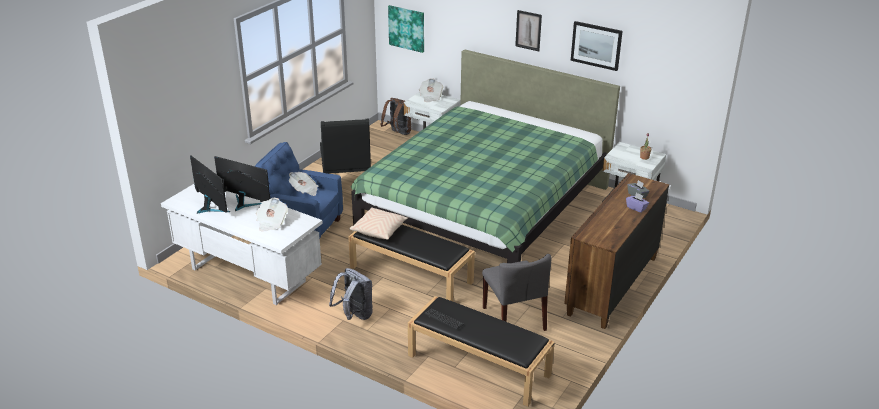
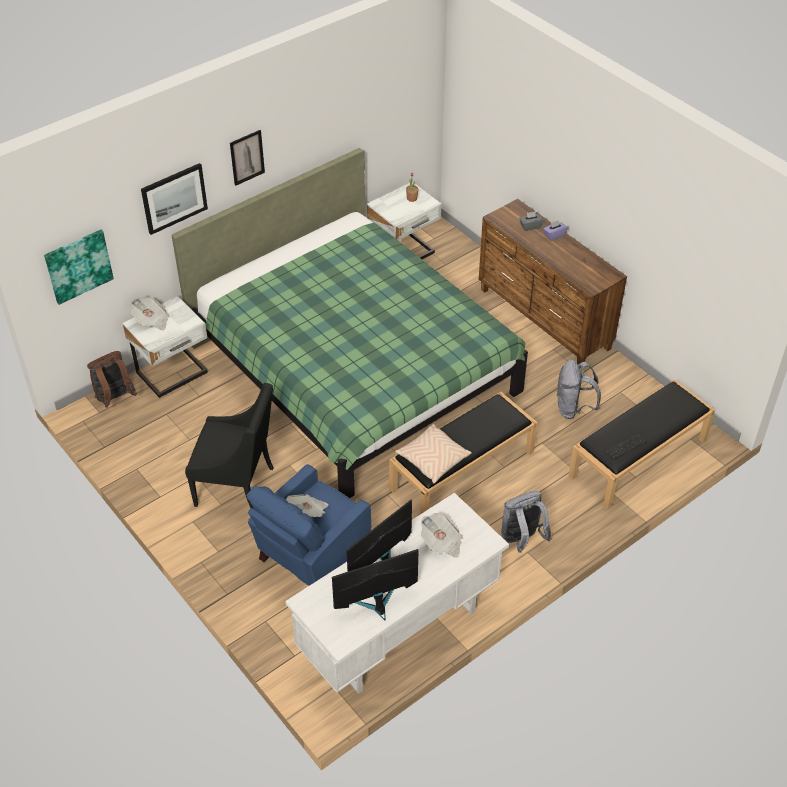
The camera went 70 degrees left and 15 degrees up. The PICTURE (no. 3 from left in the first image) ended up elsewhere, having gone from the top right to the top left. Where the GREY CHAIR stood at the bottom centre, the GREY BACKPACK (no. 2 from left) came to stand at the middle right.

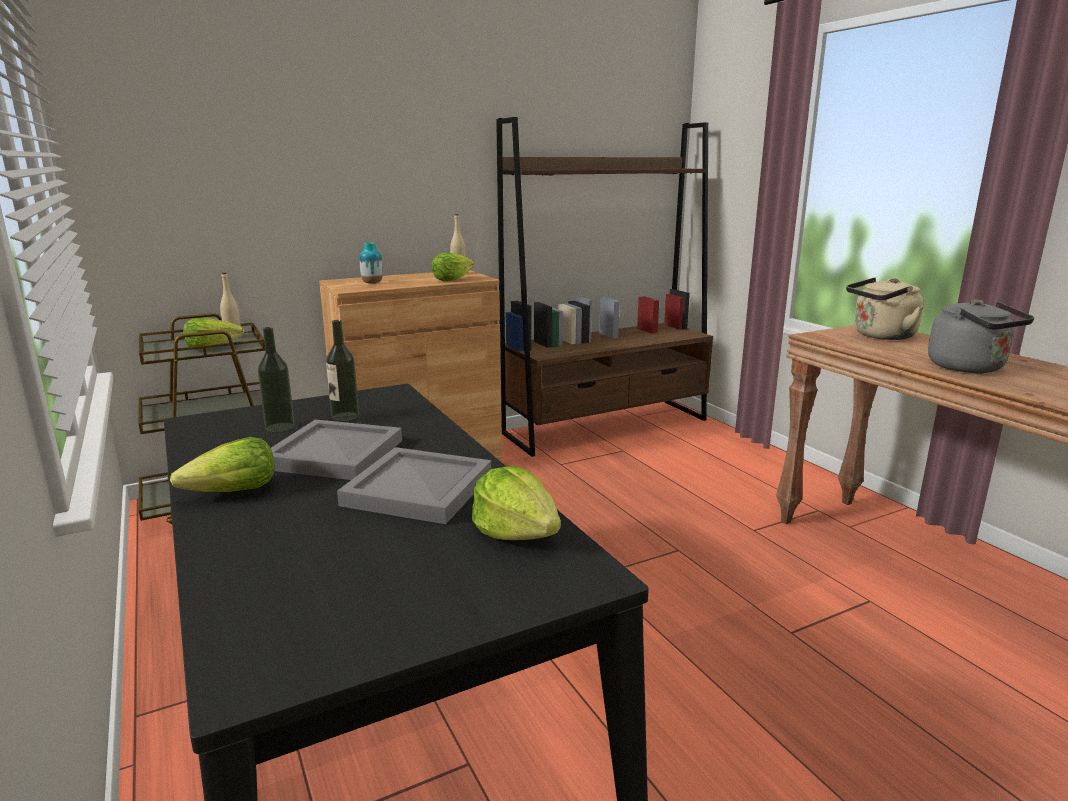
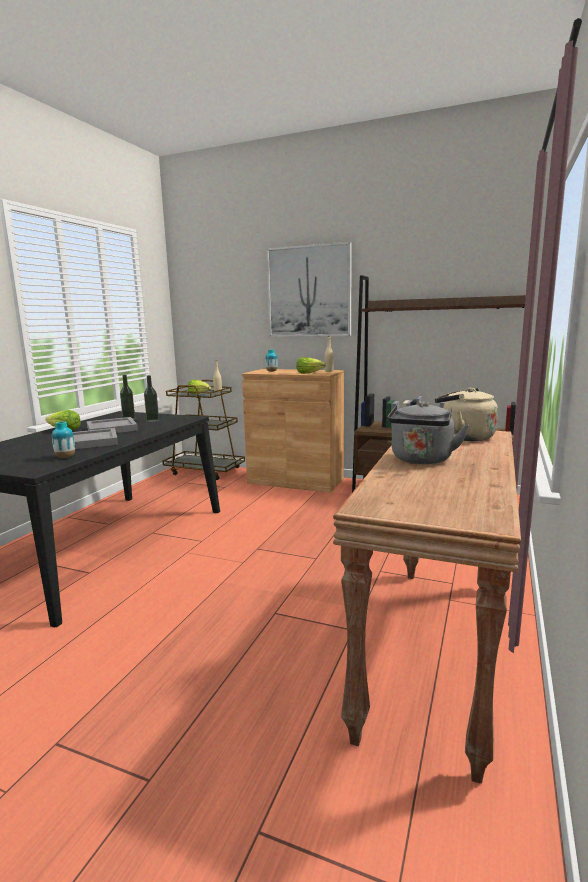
The camera went 50 degrees right and 5 degrees down. The second view gained the PICTURE at the top centre. Where the LETTUCE (no. 4 from left) stood at the centre, the VASE (no. 1 from left) came to stand at the middle left.

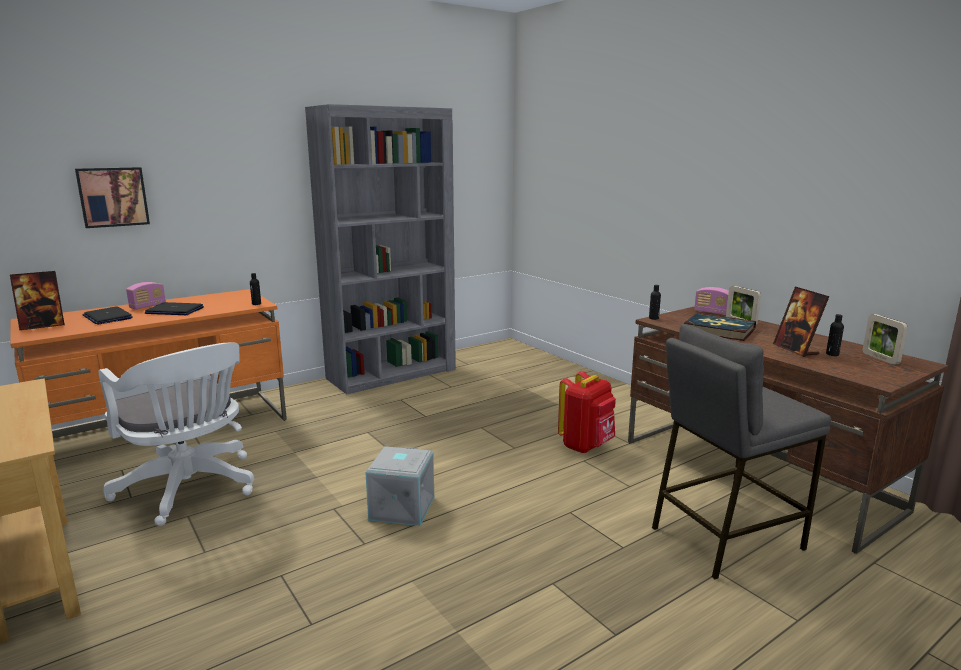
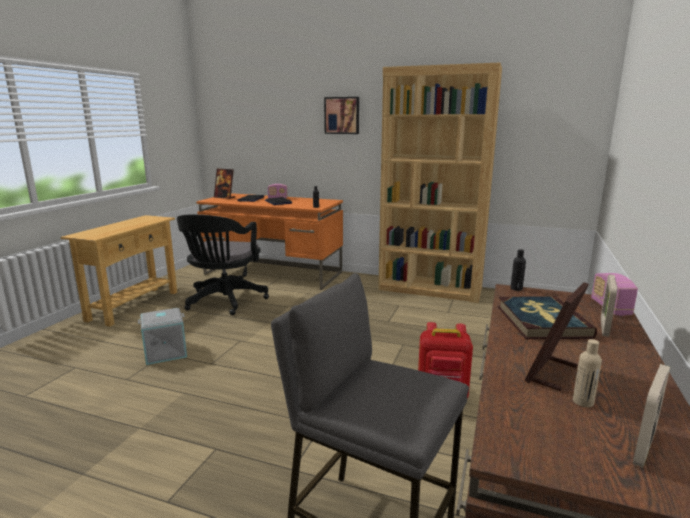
The camera went 55 degrees right and 0 degrees up. The PICTURE ended up elsewhere, having gone from the top left to the top centre. The GREY STORAGE BOX ended up elsewhere, having gone from the bottom centre to the middle left. What was the WHITE OFFICE CHAIR at the middle left turned into the BLACK OFFICE CHAIR at the middle left. What was the GREY BOOKCASE at the centre turned into the BROWN BOOKCASE at the centre. What was the BLACK BOTTLE (no. 3 from left) at the middle right turned into the BEIGE BOTTLE at the bottom right.

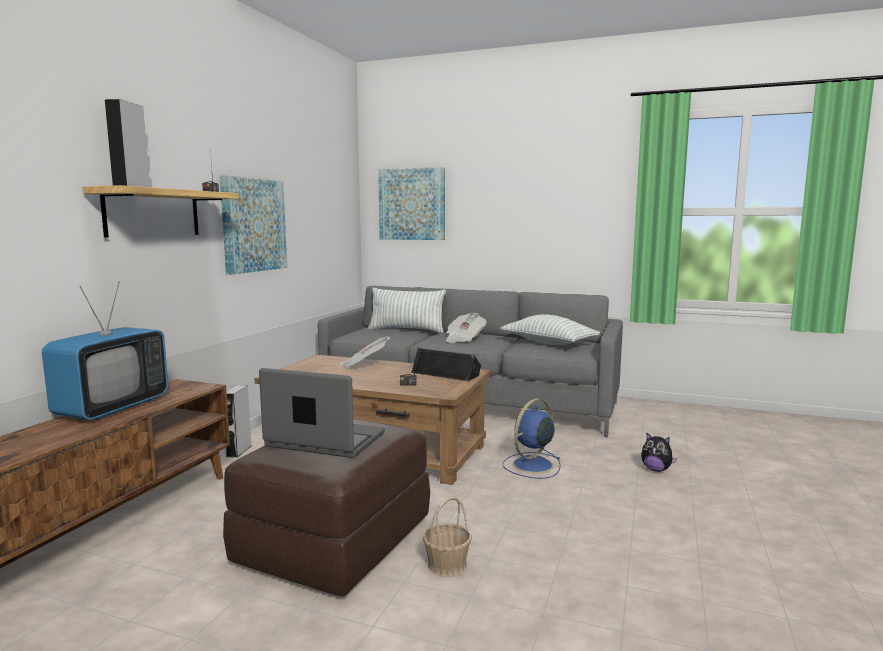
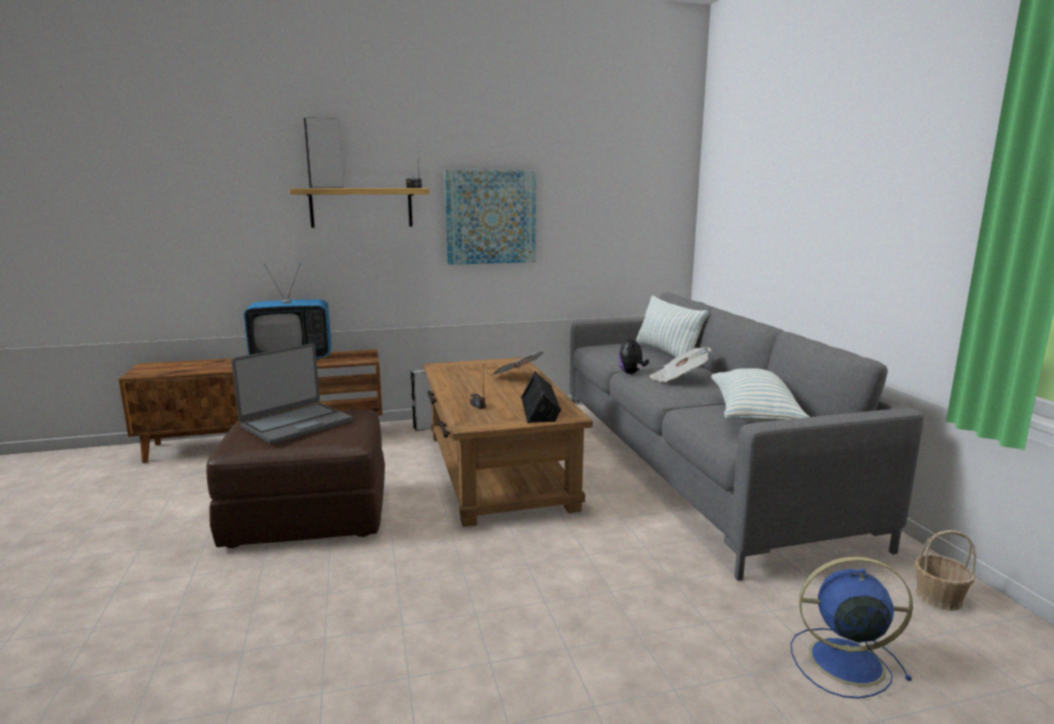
The camera went 55 degrees right and 5 degrees up. The second view lost the PICTURE (no. 2 from left) at the top centre. The BASKET ended up elsewhere, having gone from the bottom centre to the bottom right. The BLUE FAN ended up elsewhere, having gone from the bottom centre to the bottom right. The PLUSH TOY ended up elsewhere, having gone from the bottom right to the centre. The LAPTOP at the centre ended up facing another way, 60 degrees clockwise from before.

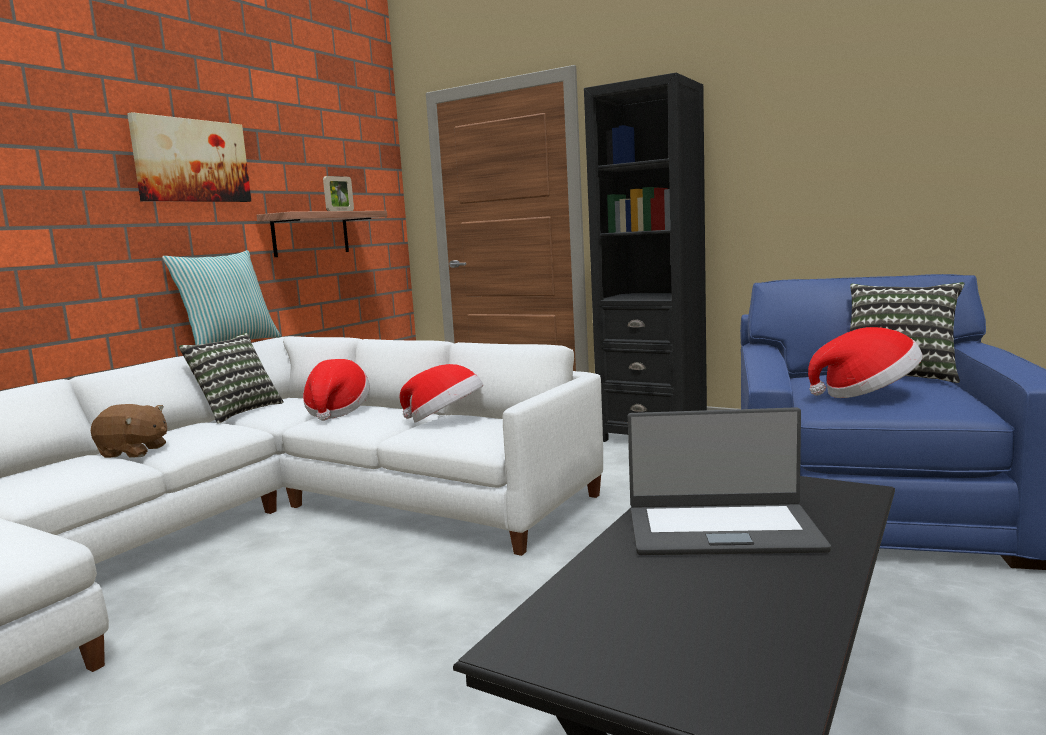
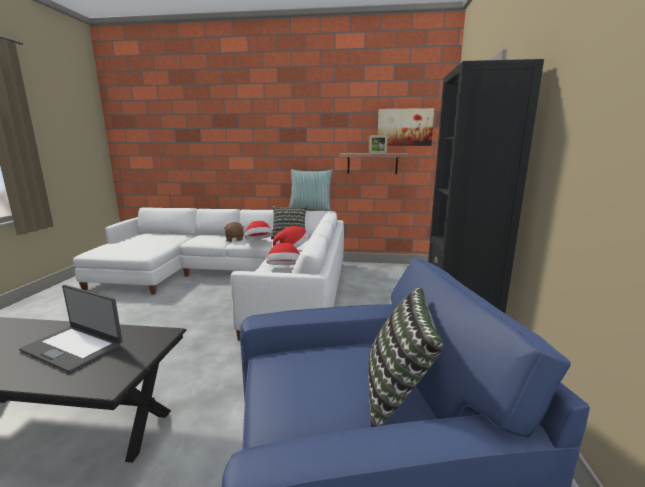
The camera went 65 degrees right and 5 degrees up. The PICTURE ended up elsewhere, having gone from the top left to the top centre. The HAT (no. 3 from left in the first image) ended up elsewhere, having gone from the middle right to the centre. The LAPTOP at the middle right ended up facing another way, 45 degrees counterclockwise from before.

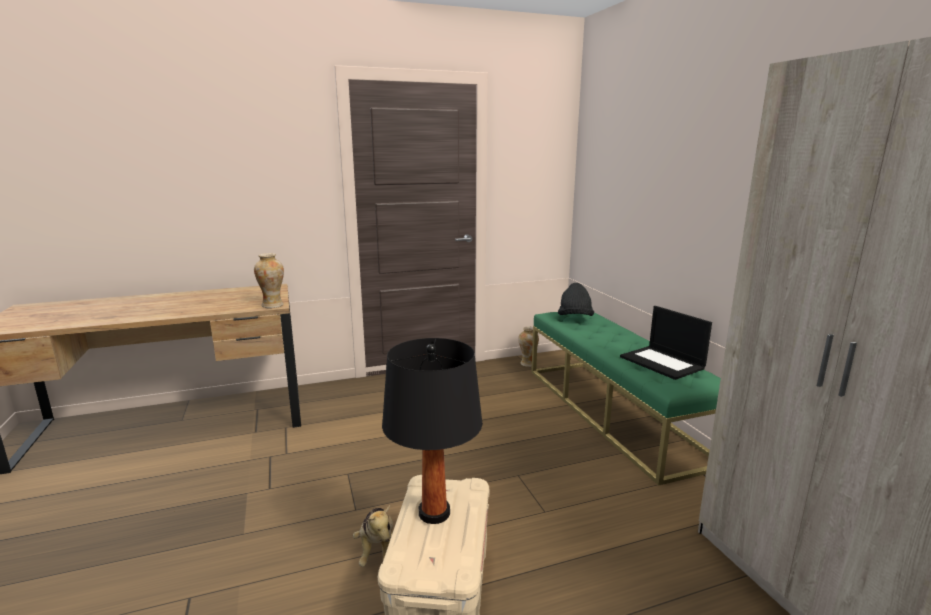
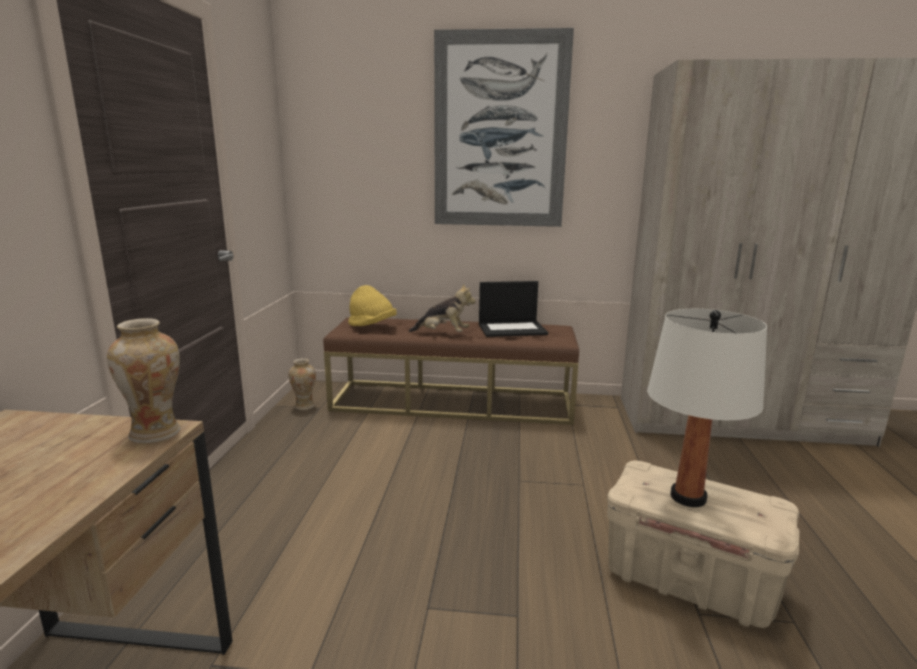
The camera went 65 degrees left and 0 degrees up. The second view gained the PICTURE at the top centre. The PLUSH TOY ended up elsewhere, having gone from the bottom centre to the centre. What was the BLACK TABLE LAMP at the bottom centre turned into the WHITE TABLE LAMP at the middle right. What was the GREEN BENCH at the middle right turned into the BROWN BENCH at the centre. What was the BLACK HAT at the centre turned into the YELLOW HAT at the centre.

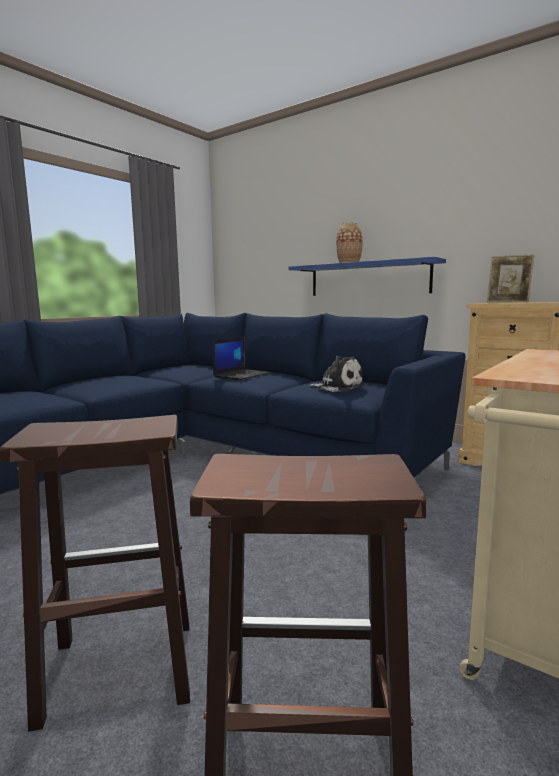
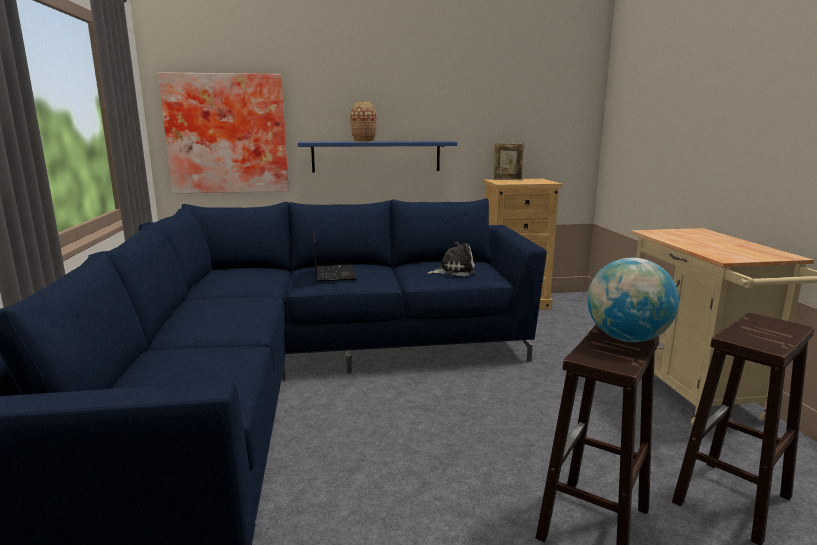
The camera went 45 degrees left and 5 degrees up. The second view gained the PICTURE at the top left. The second view gained the GLOBE at the middle right.

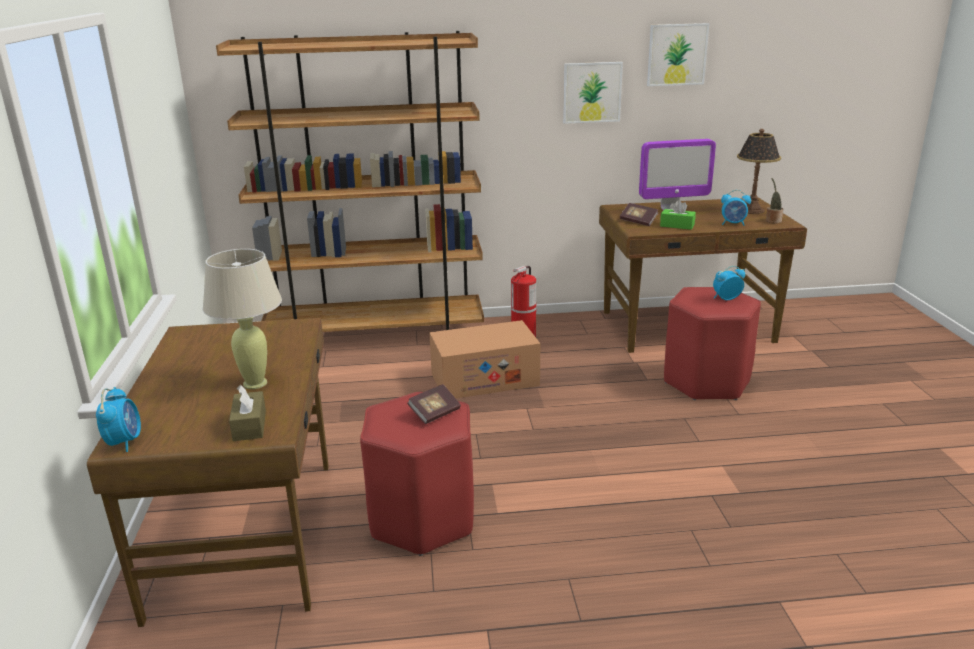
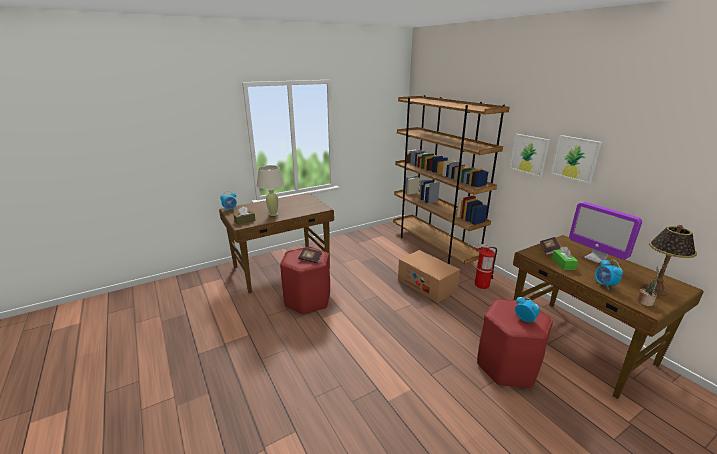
The camera went 65 degrees right and 0 degrees up. The PICTURE (no. 2 from left in the first image) ended up elsewhere, having gone from the top right to the middle right.

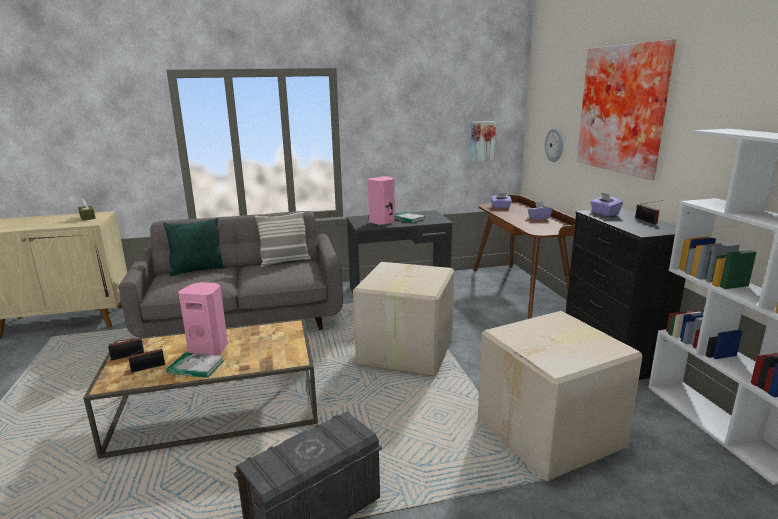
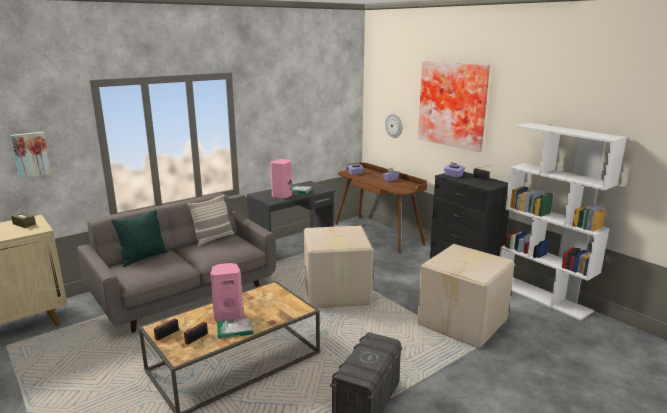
The camera went 25 degrees left and 0 degrees up. The PICTURE (no. 1 from left) ended up elsewhere, having gone from the top centre to the middle left.

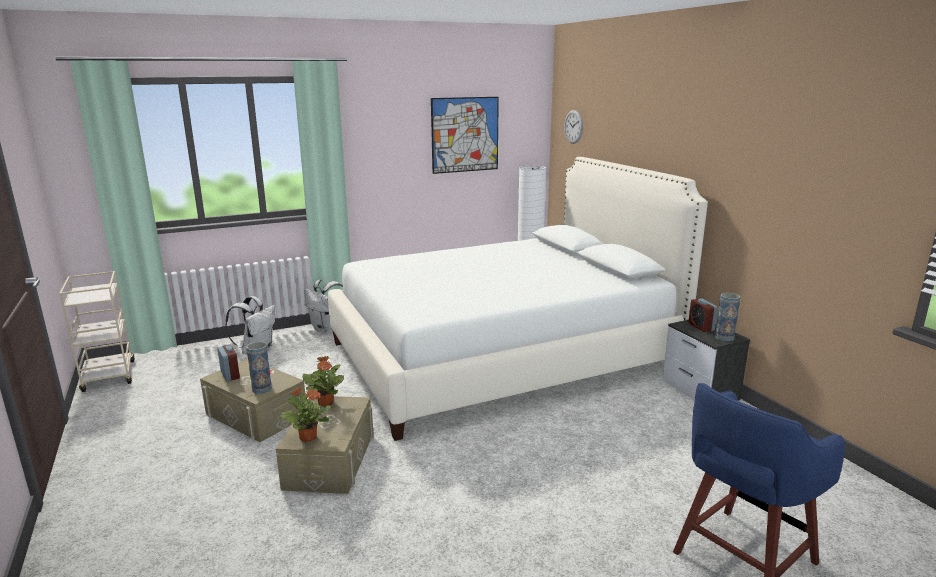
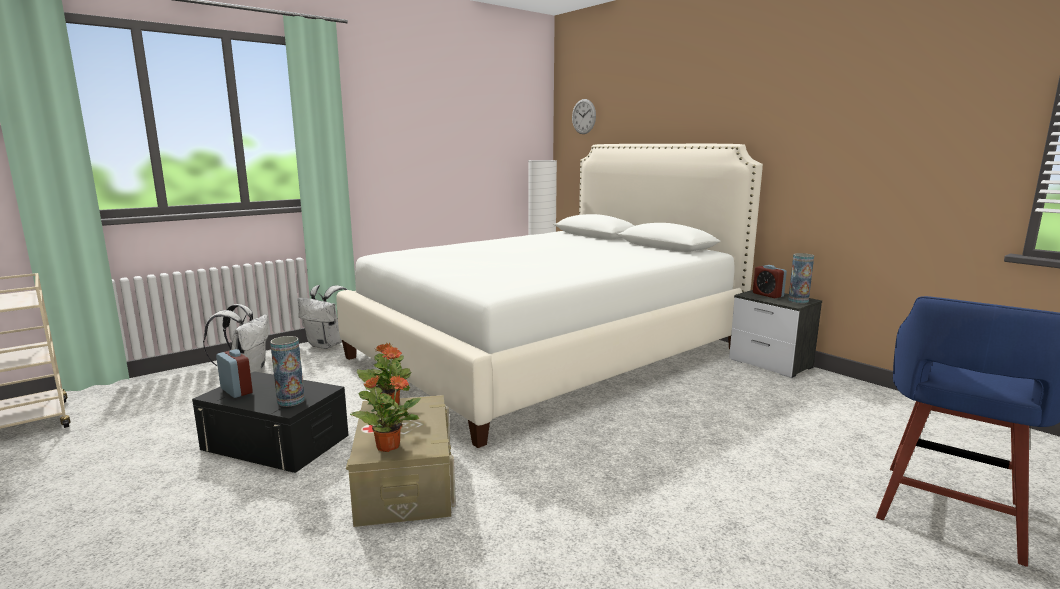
The camera went 15 degrees left and 5 degrees down. The second view lost the PICTURE at the top centre. What was the BEIGE STORAGE BOX (no. 1 from left) at the bottom left turned into the BLACK STORAGE BOX at the bottom left.

